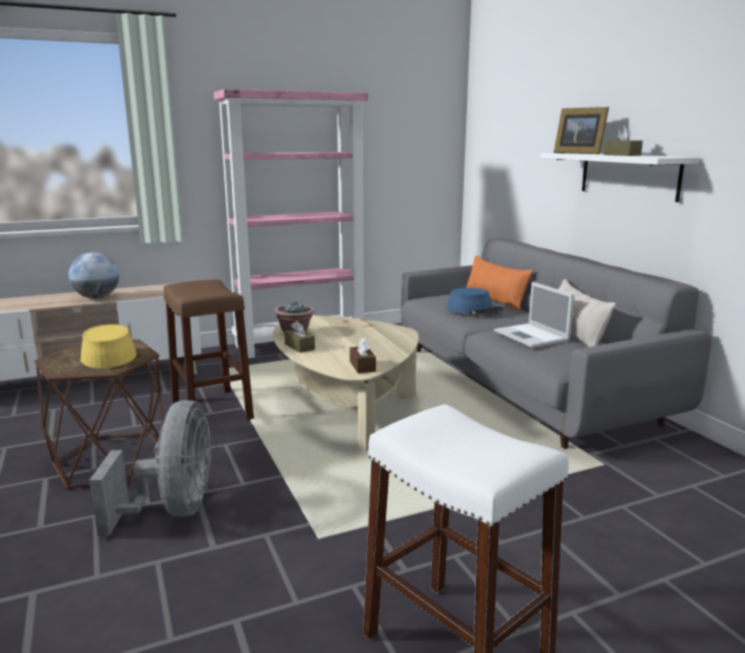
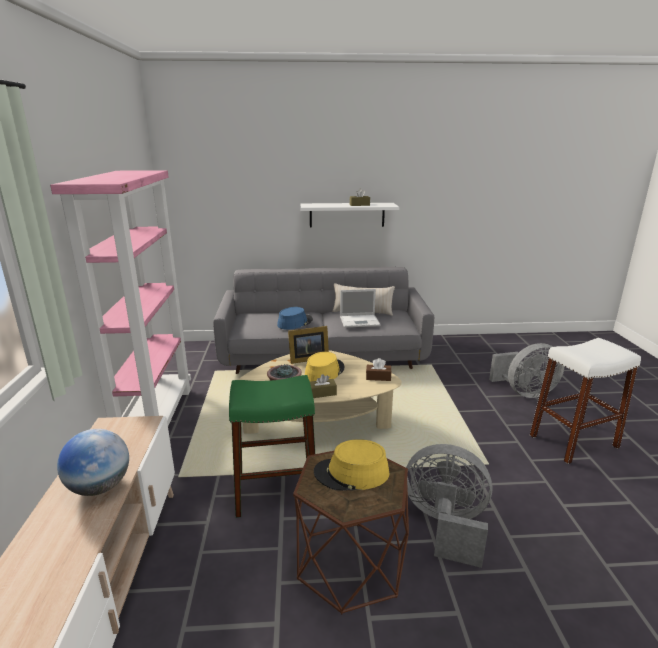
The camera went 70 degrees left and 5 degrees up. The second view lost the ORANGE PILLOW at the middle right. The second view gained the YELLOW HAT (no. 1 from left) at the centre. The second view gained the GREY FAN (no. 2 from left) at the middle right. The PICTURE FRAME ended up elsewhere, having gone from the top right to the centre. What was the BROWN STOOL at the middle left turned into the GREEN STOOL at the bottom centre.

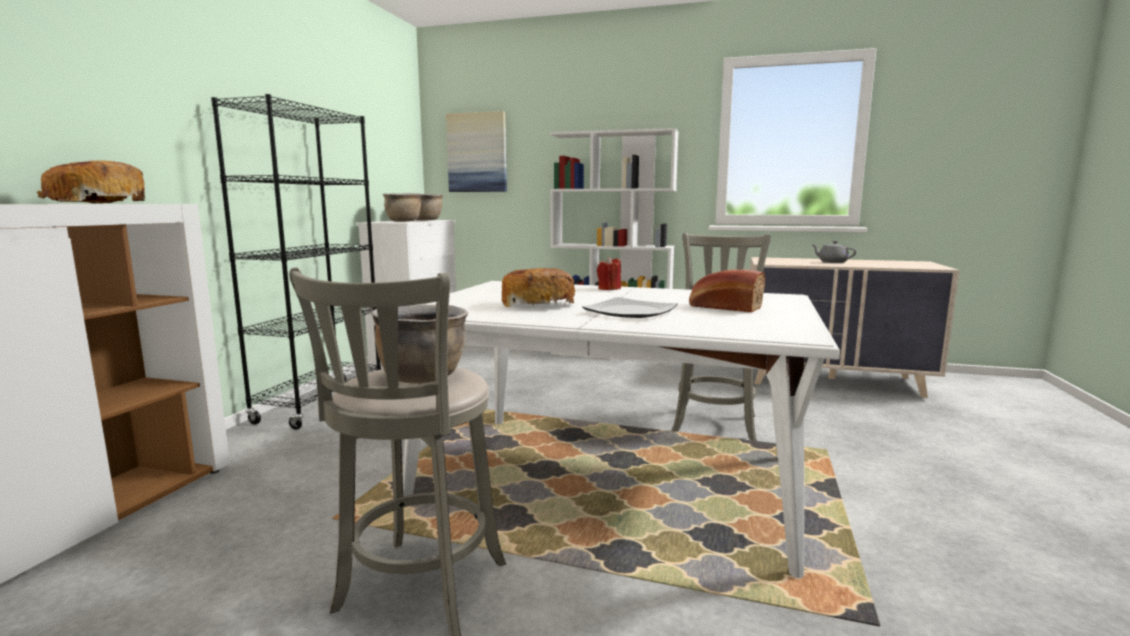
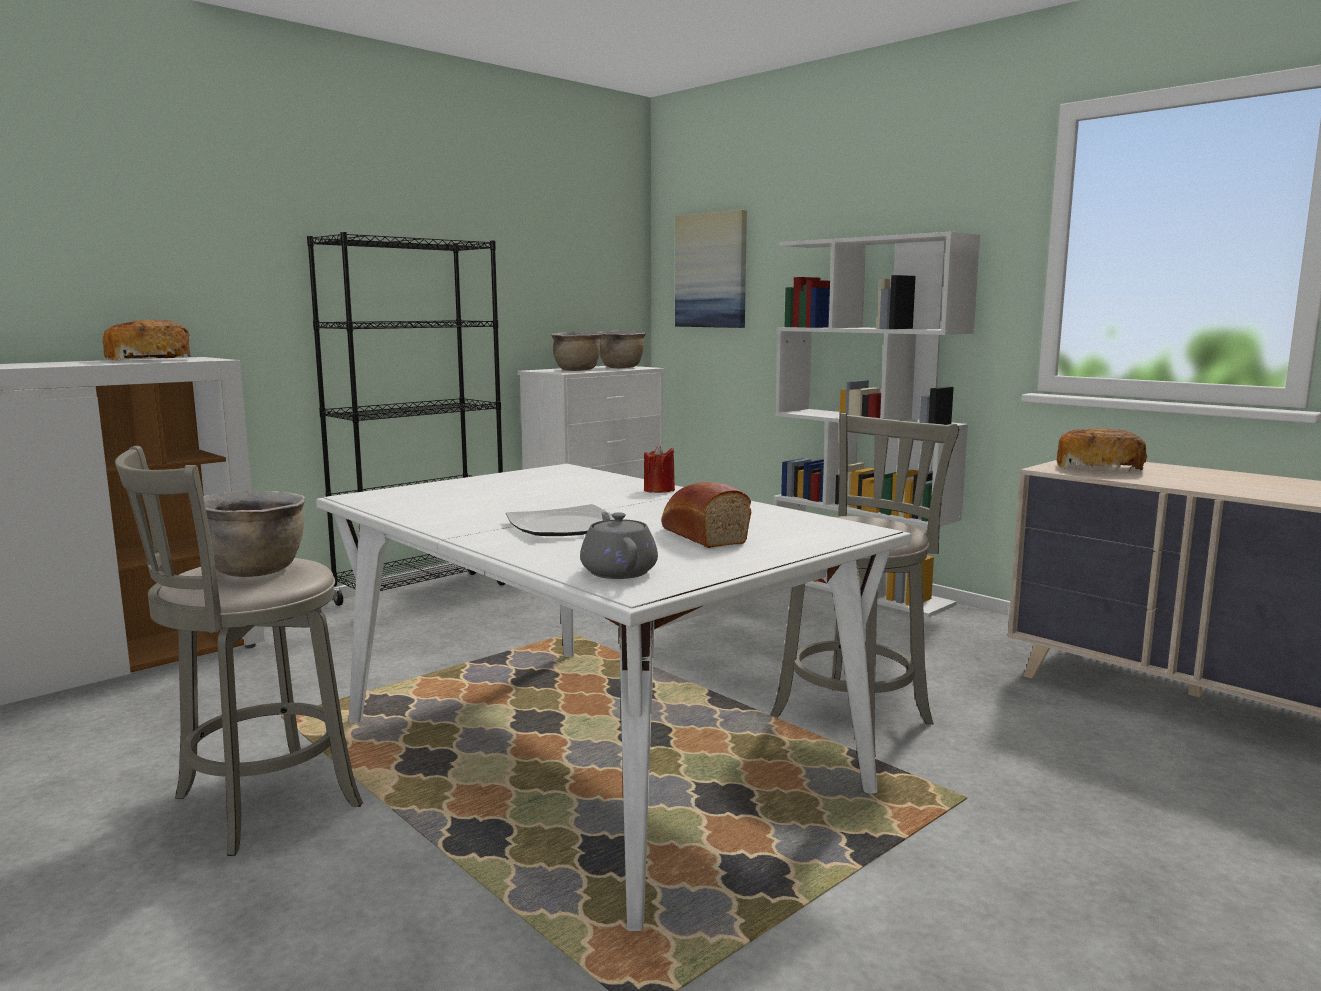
The camera went 30 degrees right and 0 degrees up. The BREAD (no. 2 from left in the first image) ended up elsewhere, having gone from the centre to the middle right. The GREY TEAPOT ended up elsewhere, having gone from the middle right to the centre.

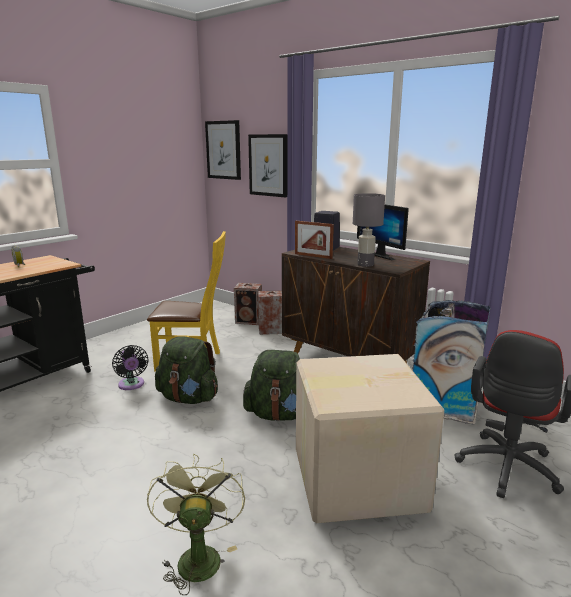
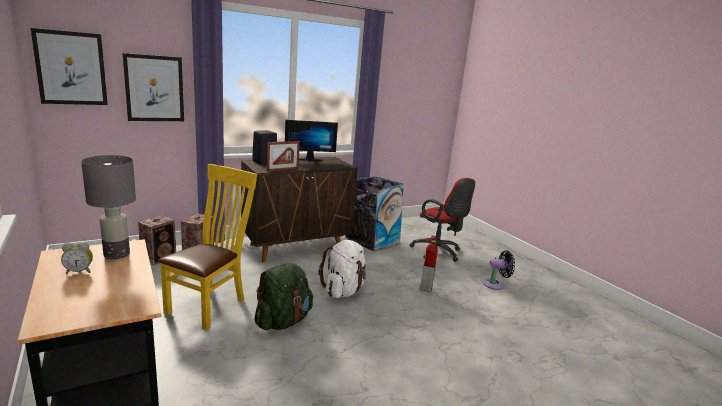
The camera went 70 degrees left and 0 degrees up. The second view lost the GREEN FAN at the bottom centre. The BLACK FAN ended up elsewhere, having gone from the middle left to the middle right. The GREY TABLE LAMP ended up elsewhere, having gone from the centre to the middle left. Where the CARDBOARD BOX stood at the bottom centre, the FIRE EXTINGUISHER came to stand at the centre. What was the GREEN BACKPACK (no. 2 from left) at the centre turned into the WHITE BACKPACK at the centre.

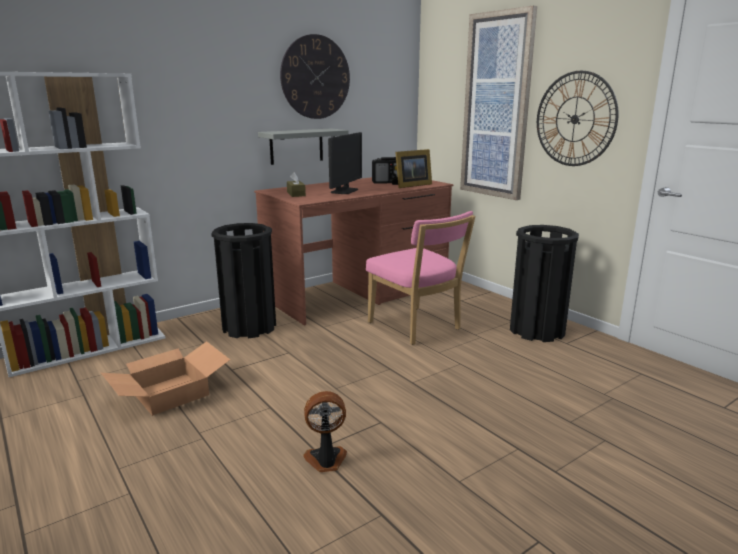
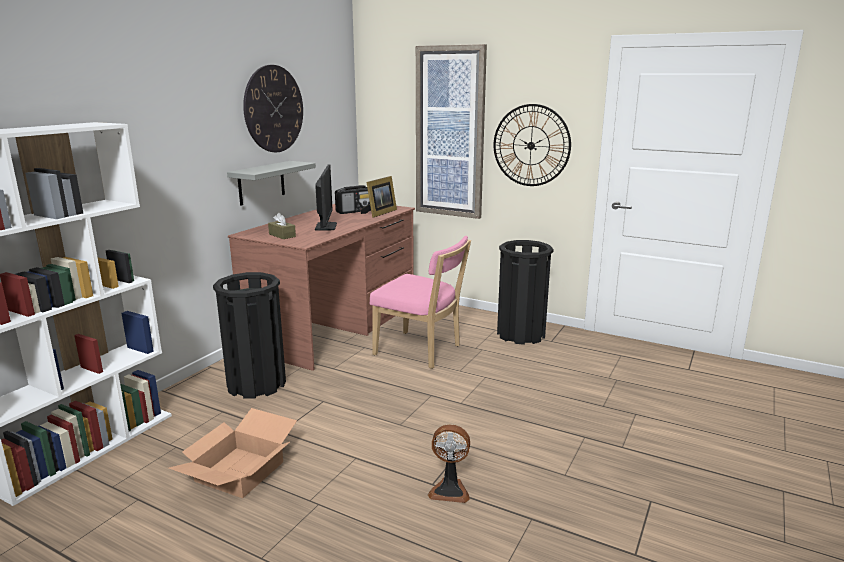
The camera went 25 degrees left and 0 degrees up. The FAN at the bottom centre ended up facing another way, 135 degrees counterclockwise from before.

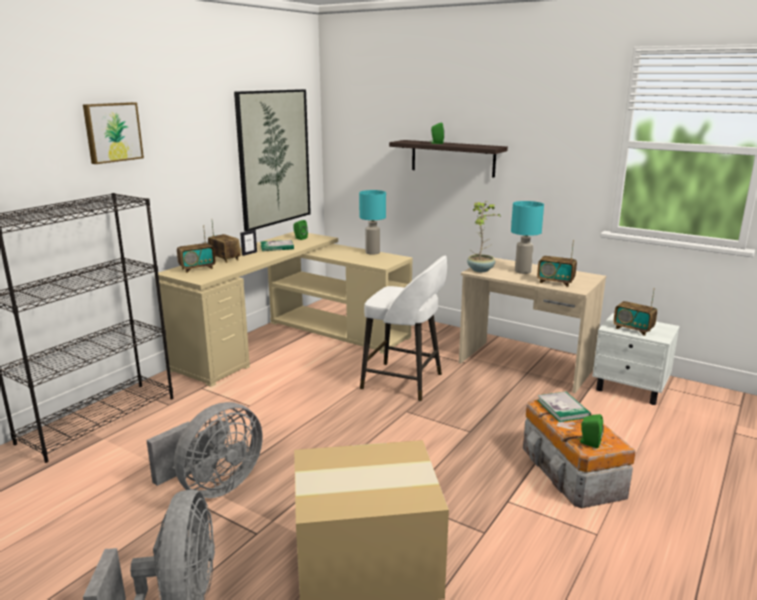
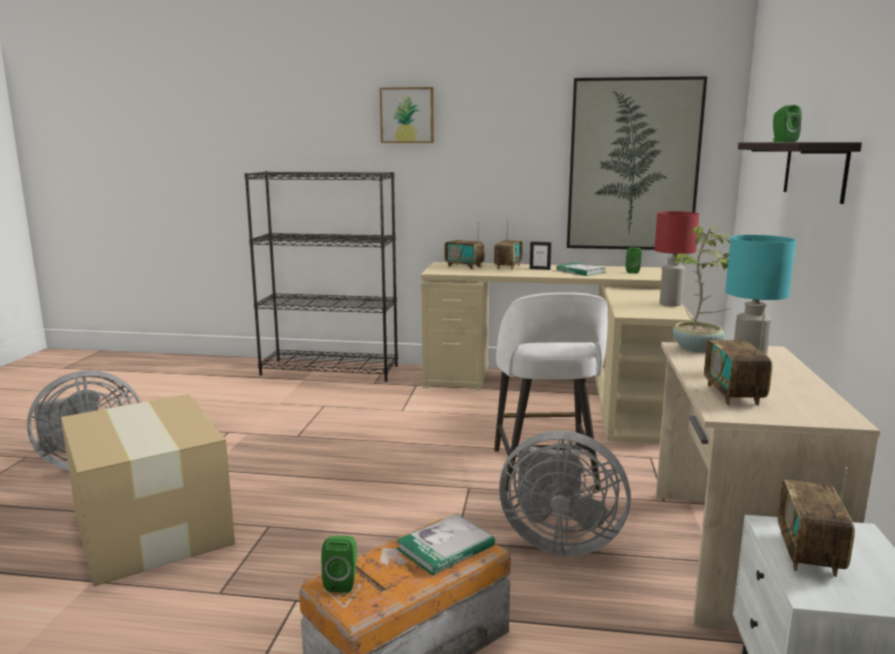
The camera went 65 degrees right and 5 degrees down. The GREY FAN (no. 2 from left) ended up elsewhere, having gone from the bottom left to the bottom centre. What was the TURQUOISE TABLE LAMP (no. 1 from left) at the centre turned into the RED TABLE LAMP at the middle right.

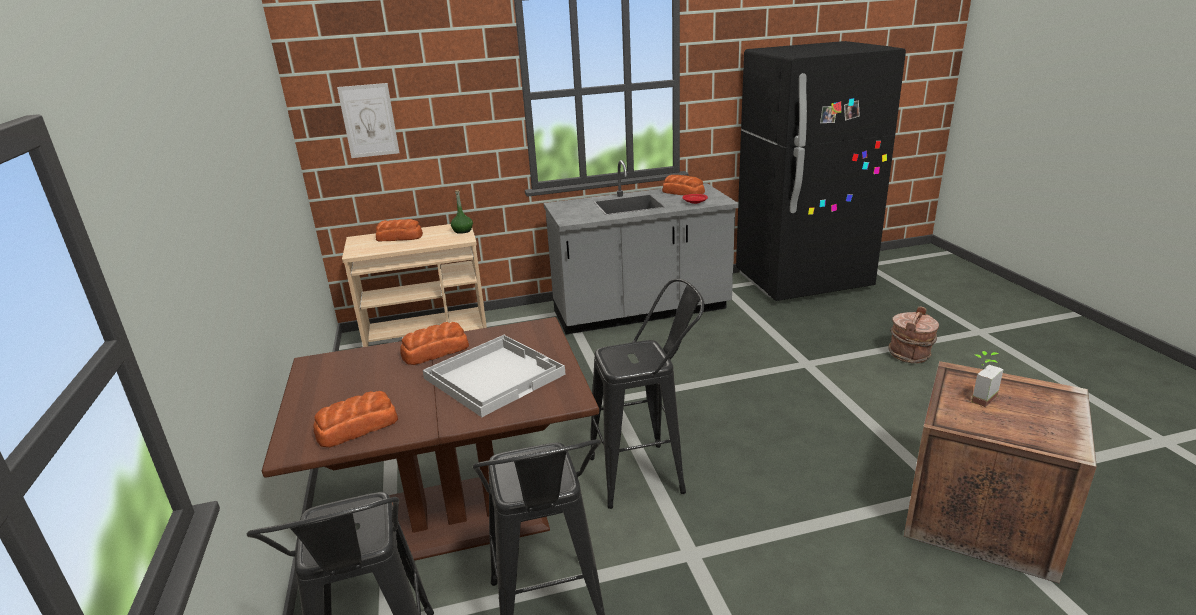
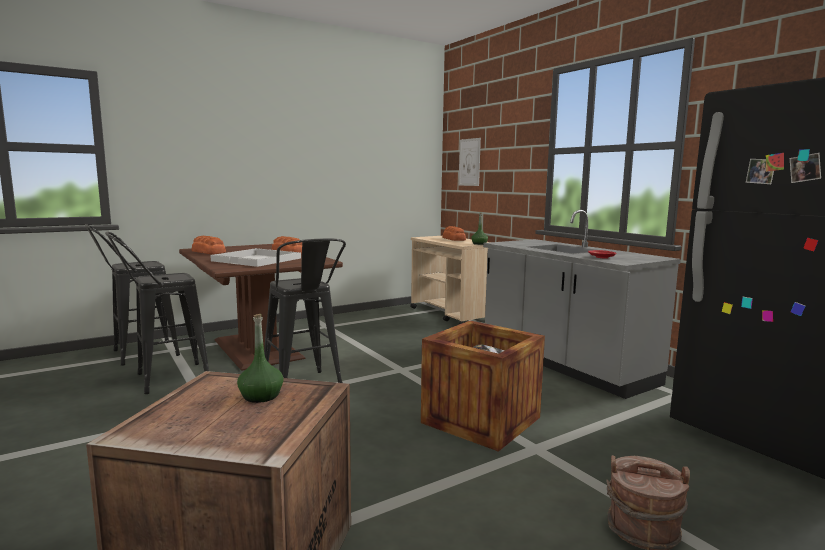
The camera went 70 degrees right and 15 degrees down. The second view lost the BREAD (no. 4 from left) at the top centre. The second view gained the CRATE (no. 2 from left) at the bottom centre. Where the POTTED PLANT stood at the middle right, the GREEN BOTTLE (no. 1 from left) came to stand at the middle left.

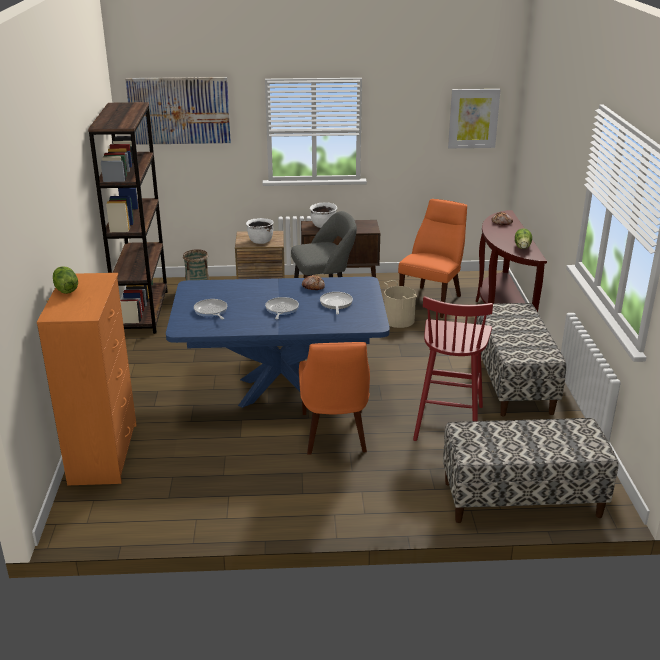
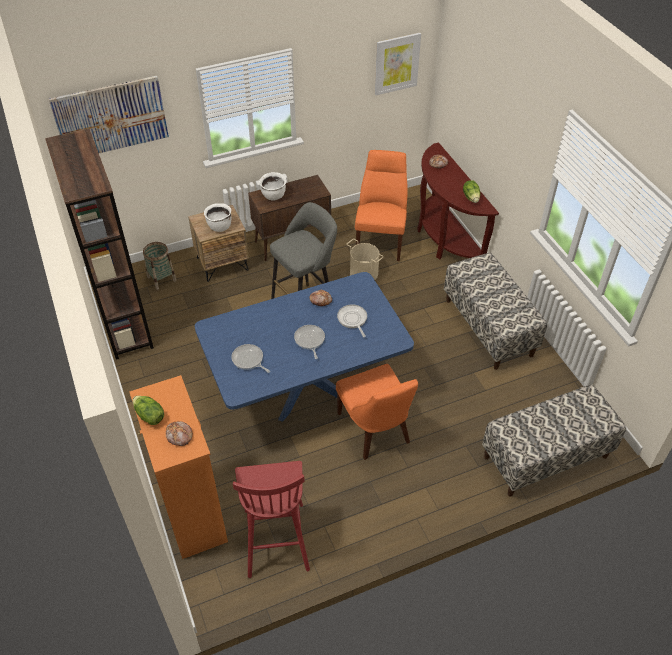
The camera went 20 degrees left and 20 degrees up. The second view gained the BREAD (no. 1 from left) at the middle left. The RED STOOL ended up elsewhere, having gone from the middle right to the bottom centre.

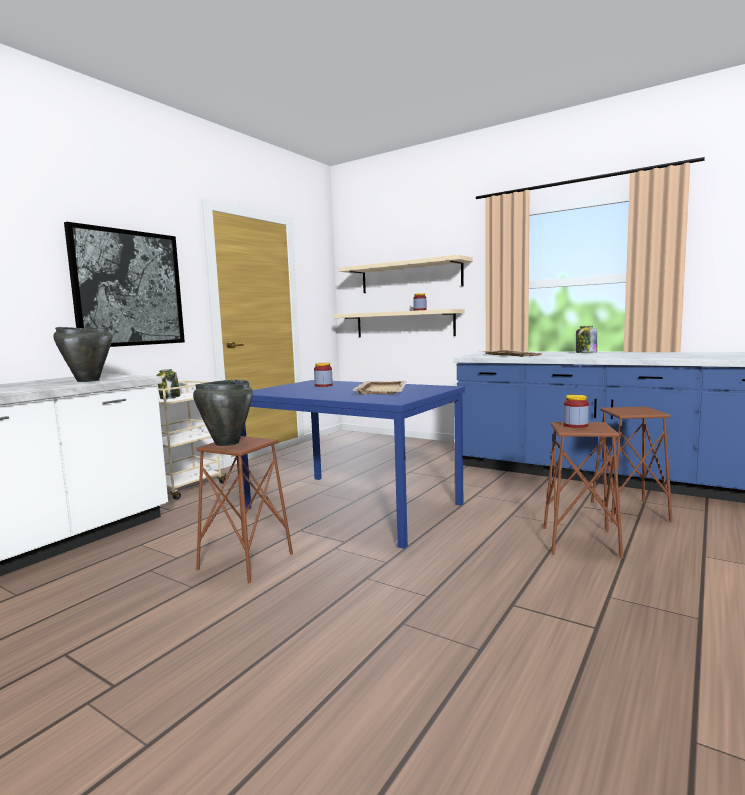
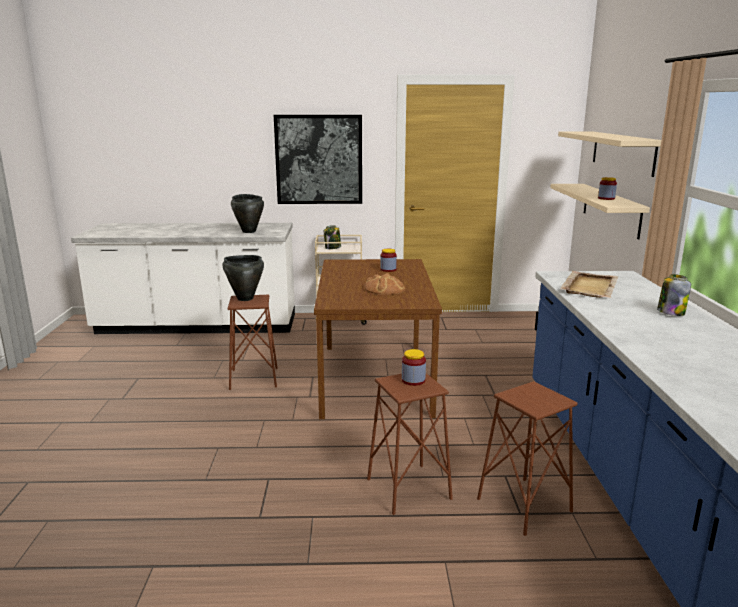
The camera went 55 degrees right and 10 degrees up. Where the BEIGE TRAY (no. 1 from left) stood at the centre, the BREAD came to stand at the centre. What was the BLUE DINING TABLE at the centre turned into the BROWN DINING TABLE at the centre.

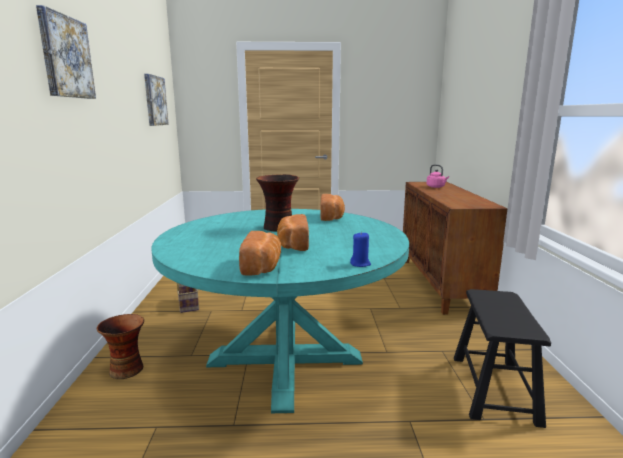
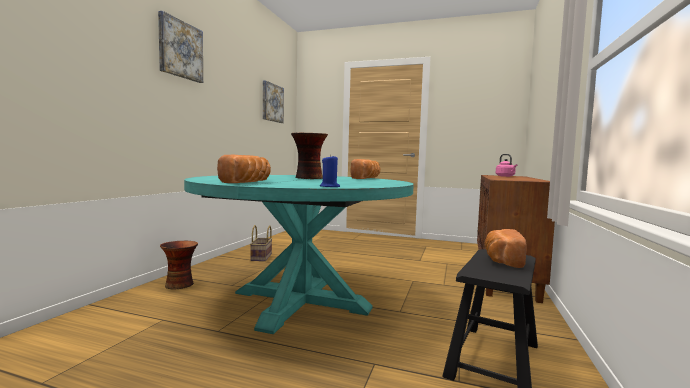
The camera went 20 degrees right and 10 degrees down. The BREAD (no. 2 from left in the first image) ended up elsewhere, having gone from the centre to the middle right.

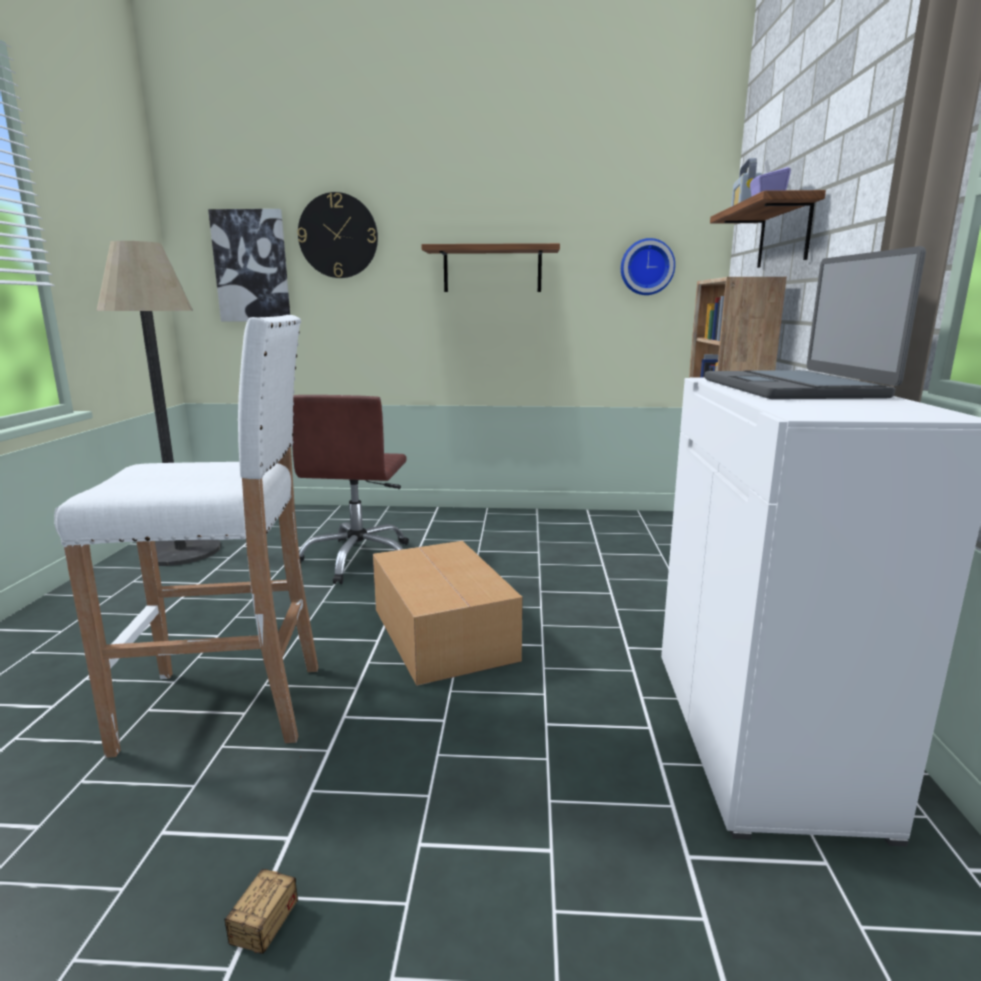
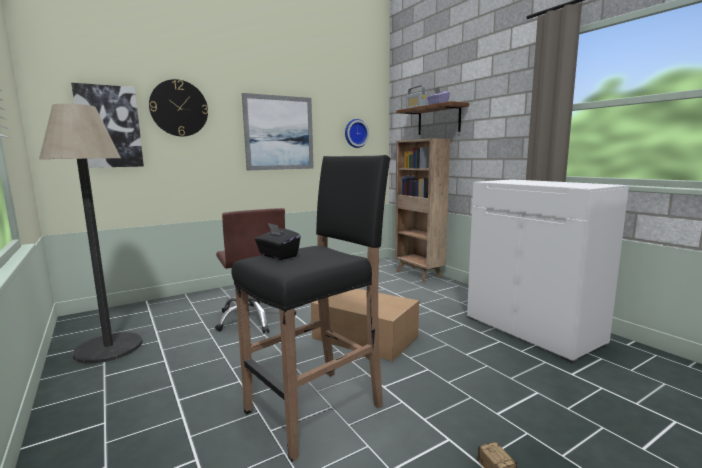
The camera went 35 degrees left and 5 degrees down. The second view lost the LAPTOP at the top right. The second view gained the BLACK TISSUE BOX at the centre. Where the SHELF (no. 1 from left) hung at the top centre, the PICTURE (no. 2 from left) came to hang at the top centre. What was the WHITE STOOL at the middle left turned into the BLACK STOOL at the centre.

